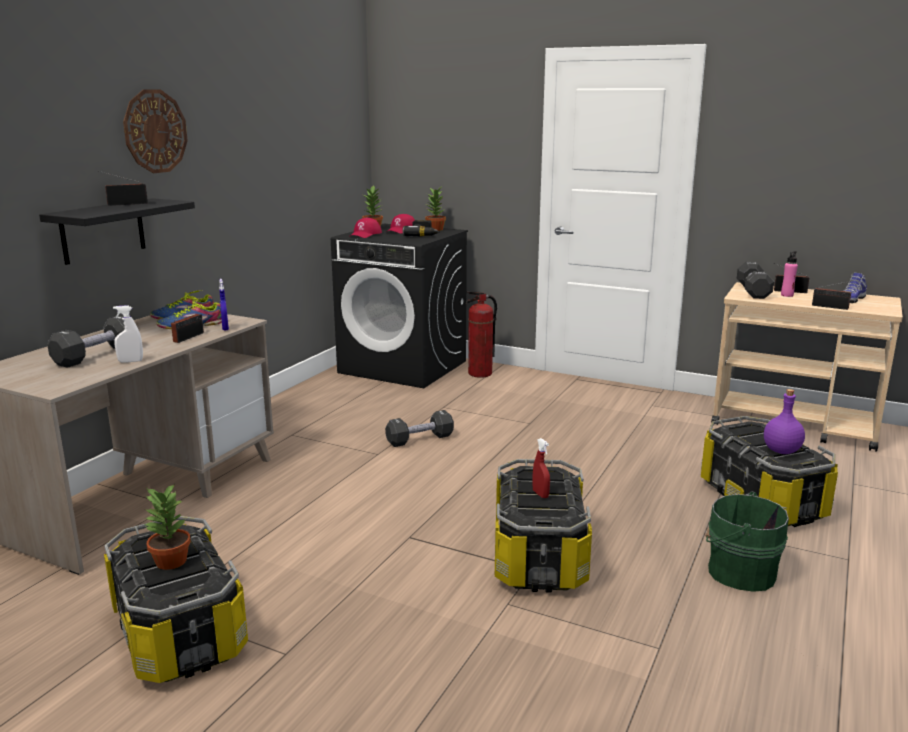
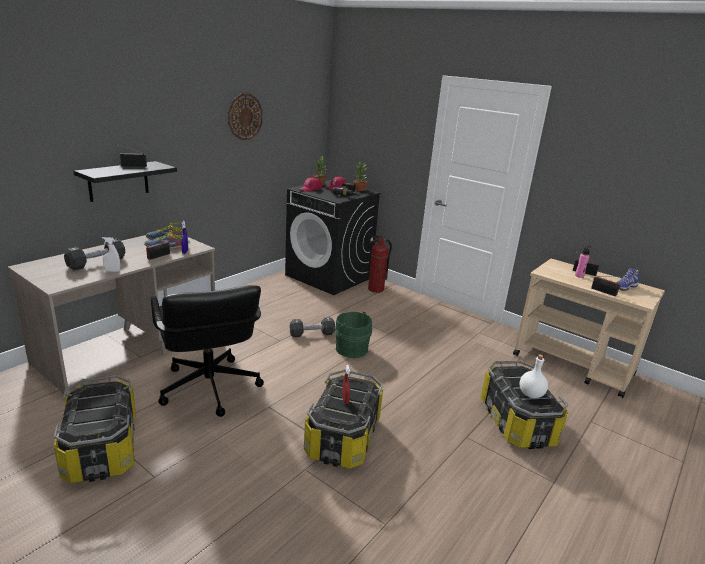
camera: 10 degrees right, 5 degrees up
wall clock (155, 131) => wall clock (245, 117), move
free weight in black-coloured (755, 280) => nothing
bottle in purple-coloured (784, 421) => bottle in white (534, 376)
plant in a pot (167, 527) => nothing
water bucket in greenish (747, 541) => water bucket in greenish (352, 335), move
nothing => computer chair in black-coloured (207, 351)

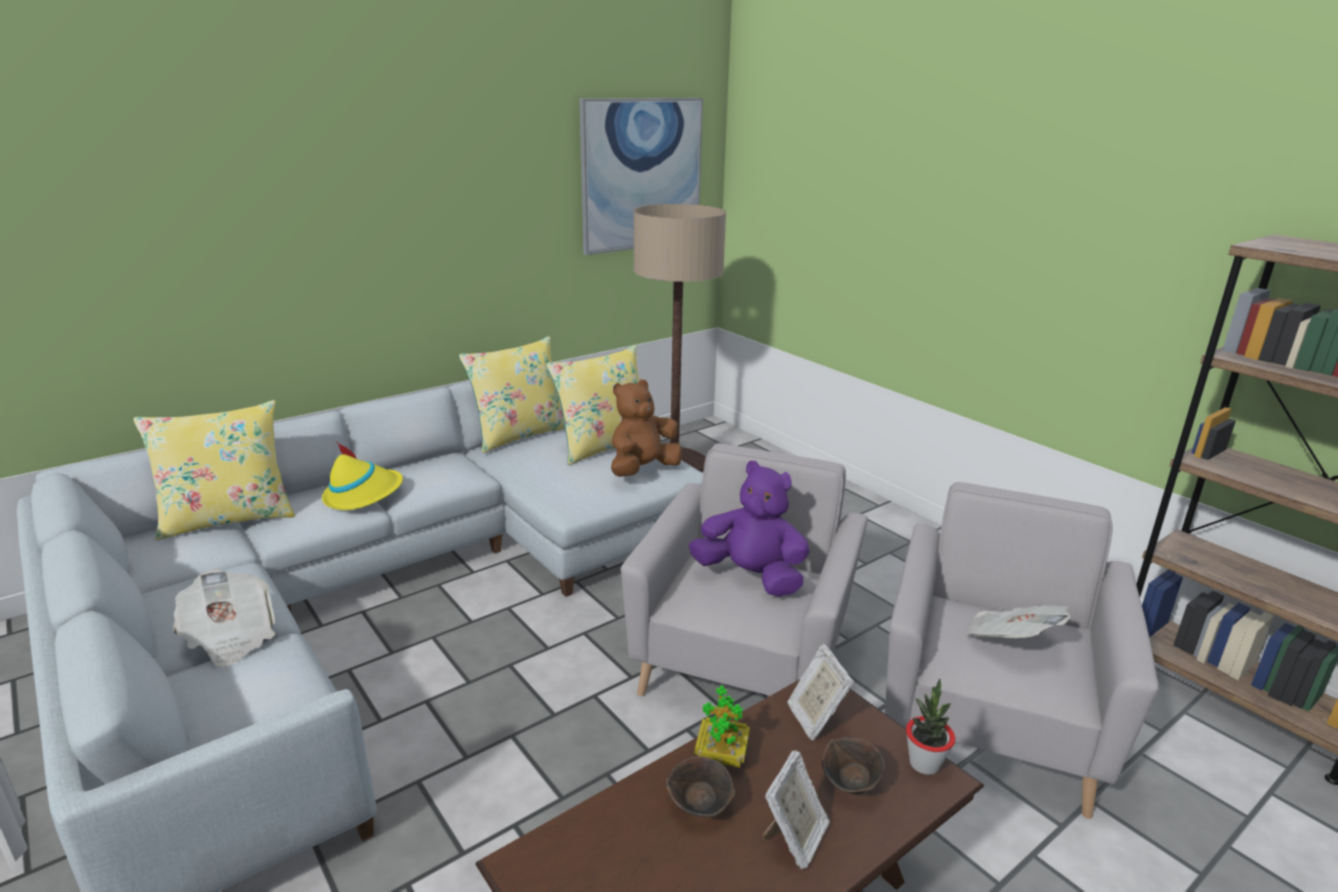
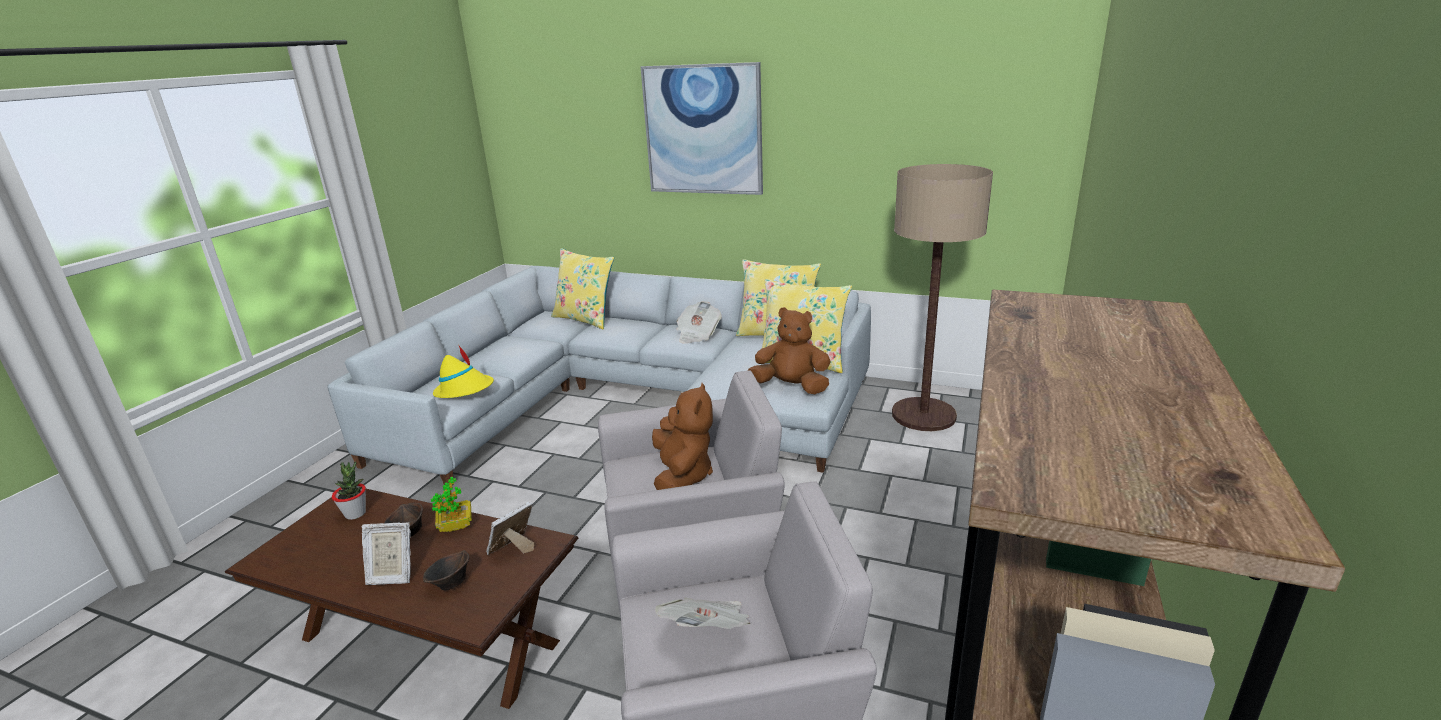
camera: 60 degrees right, 0 degrees up
picture (641, 176) => picture (702, 128), move
hat in yellow-coloured (362, 476) => hat in yellow-coloured (463, 372), move
plush toy in purple-coloured (749, 529) => plush toy in brown-coloured (682, 436)
newspaper (224, 618) => newspaper (698, 322), move
plant in a pot (930, 727) => plant in a pot (349, 491), move

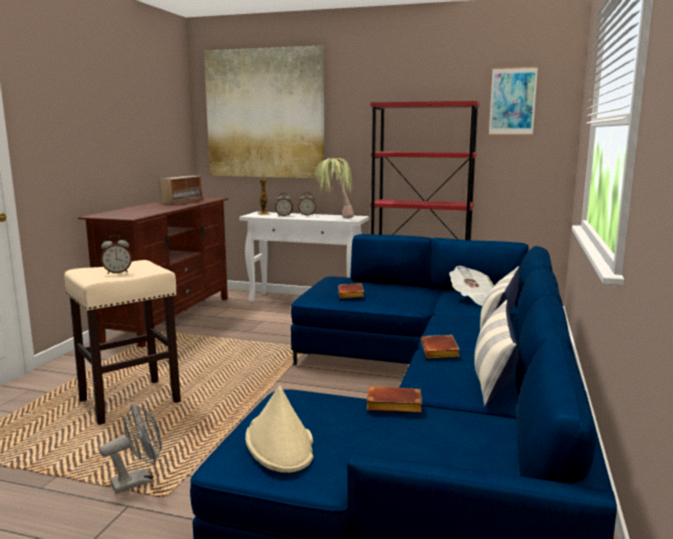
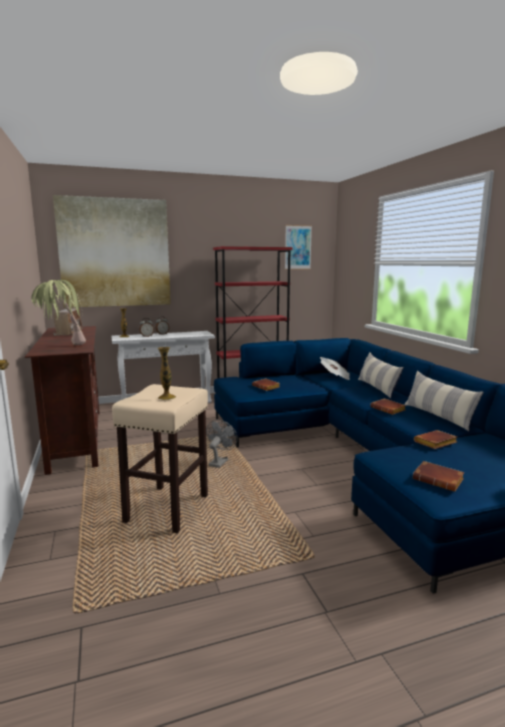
camera: 35 degrees left, 0 degrees up
plant in a pot (334, 188) => plant in a pot (58, 312), move
bedside clock (116, 254) => flower vase (167, 373)
hat in beige (279, 429) => bound book in brown-coloured (438, 476)
cooling fan in greyish (130, 449) => cooling fan in greyish (222, 444), move

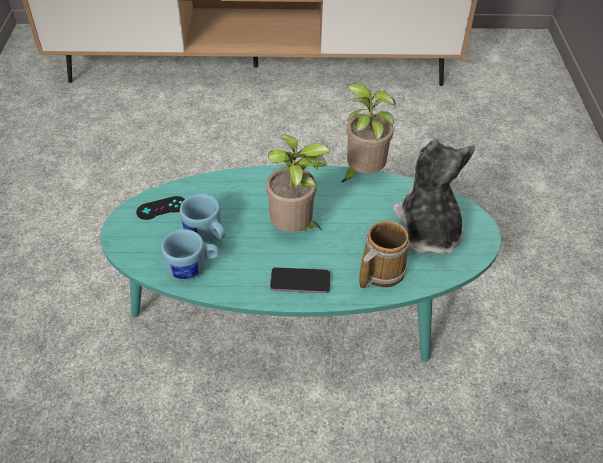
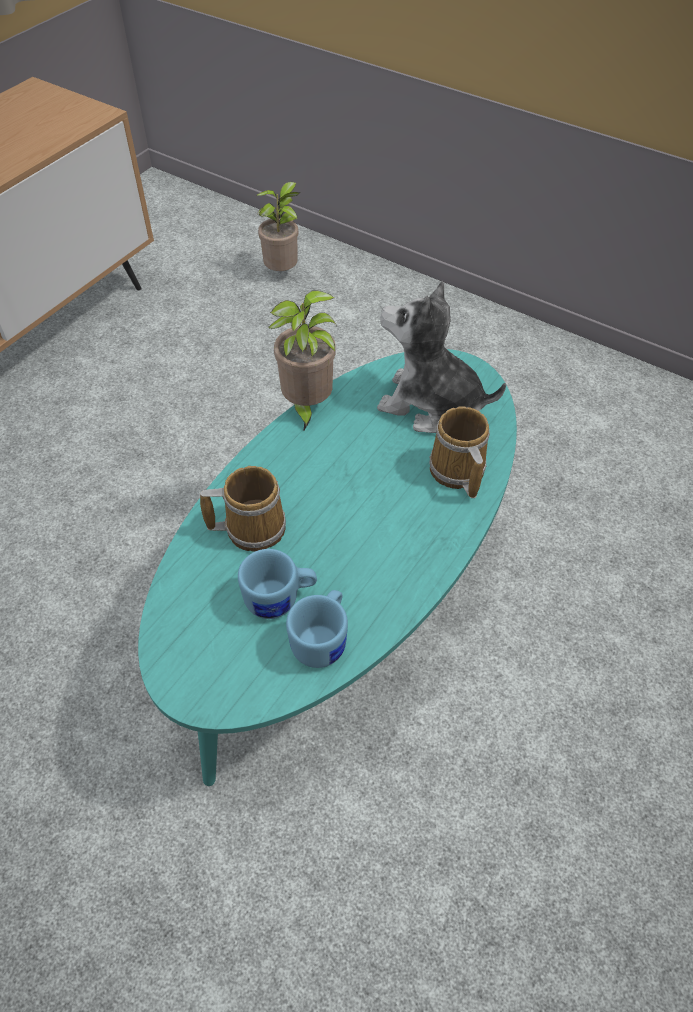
camera: 55 degrees left, 5 degrees up
plant in a pot (298, 183) => plant in a pot (278, 226), move
game controller in black-coloured (160, 208) => nothing
phone (300, 280) => nothing
nothing => coffee mug (243, 509)

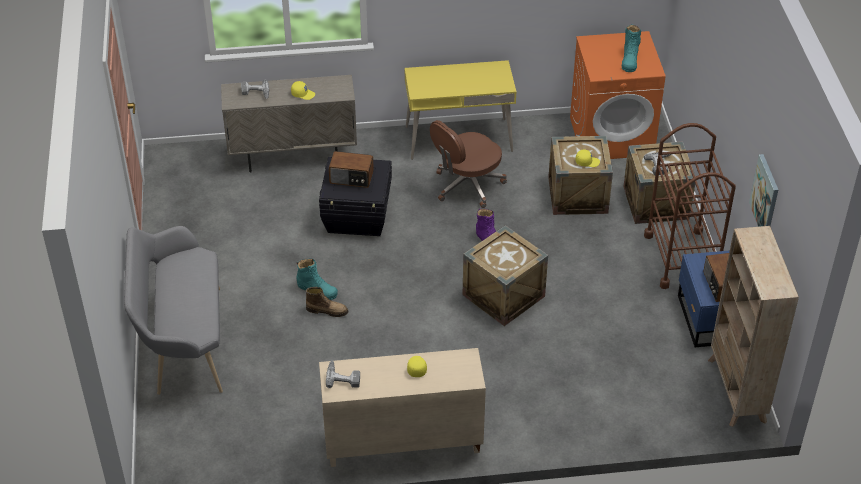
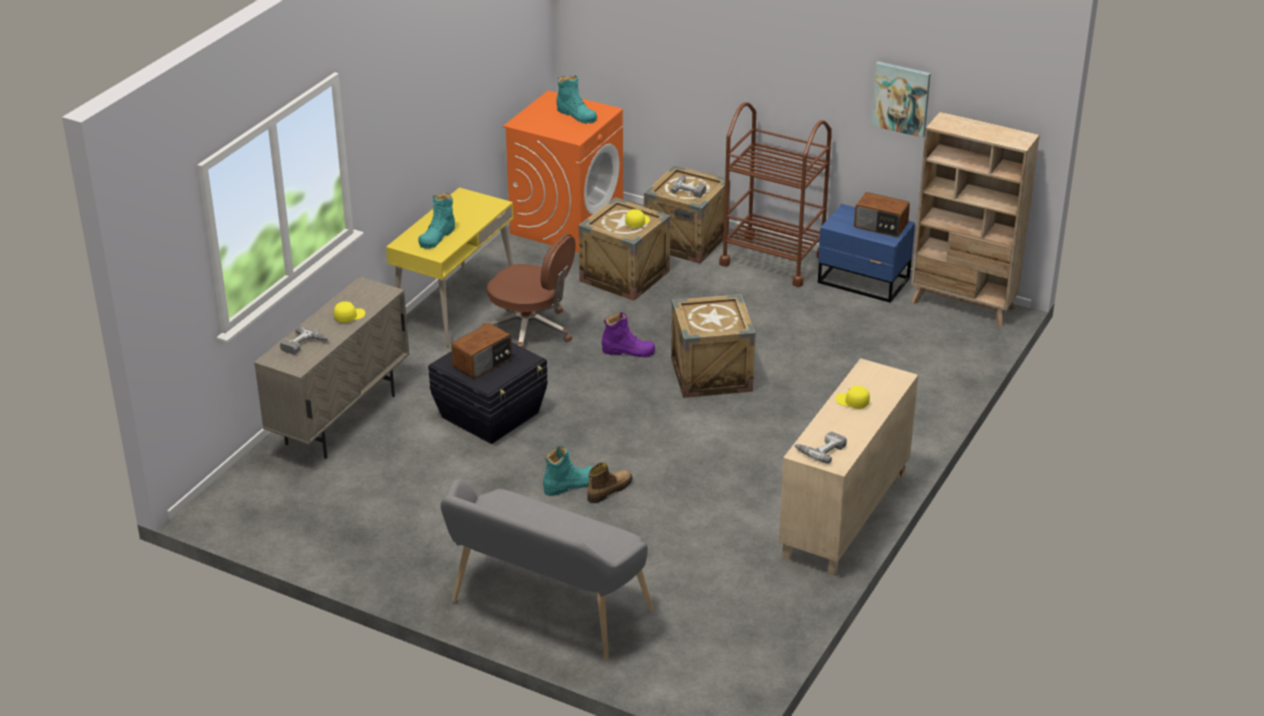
camera: 55 degrees left, 10 degrees down
computer chair in brown-coloured (468, 164) => computer chair in brown-coloured (528, 291), 60 degrees counterclockwise
nothing => high-top boot in turquoise (436, 220)

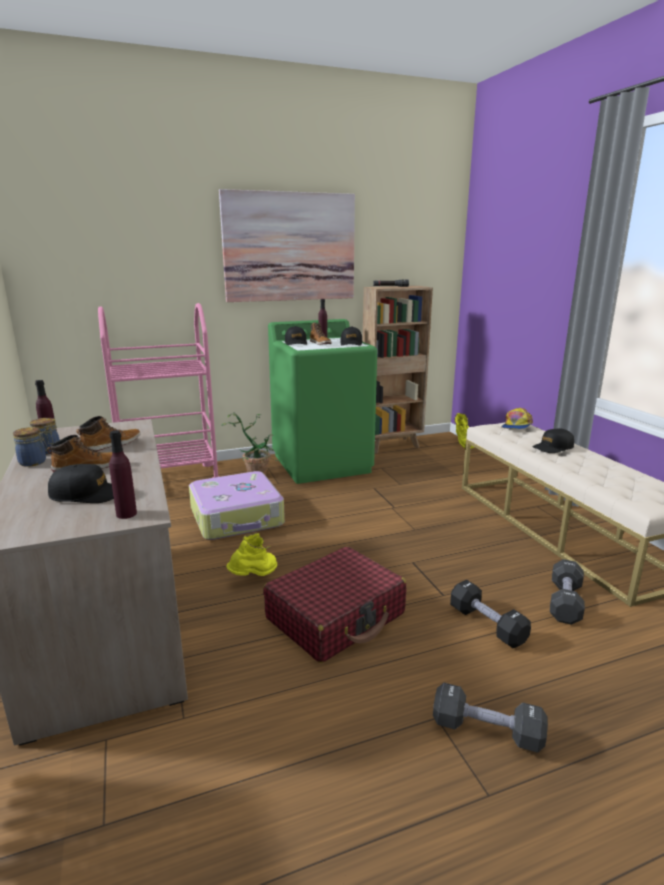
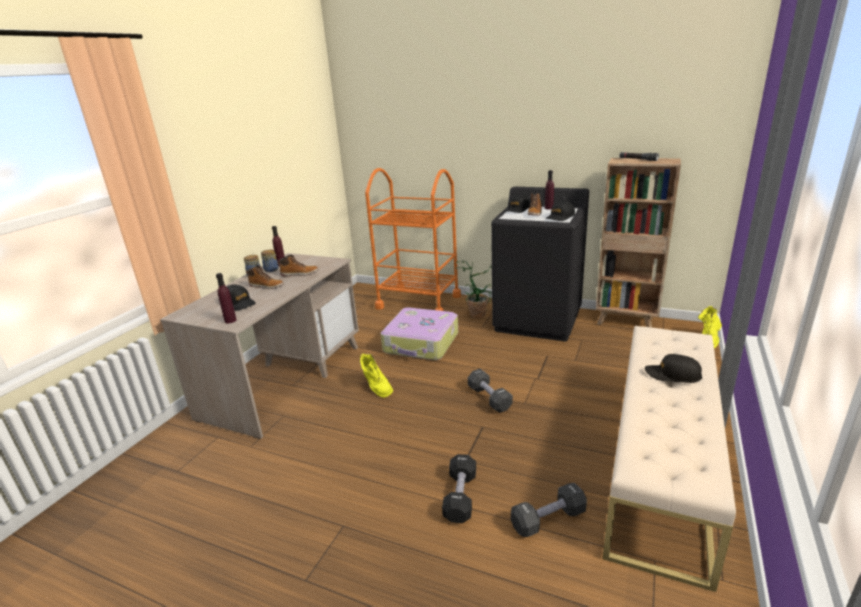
camera: 45 degrees right, 5 degrees up
picture (287, 245) => nothing
trolley in pink (158, 390) => trolley in orange (413, 239)
laundry machine in greenish (322, 401) => laundry machine in black-coloured (540, 264)
peaked cap (517, 418) => nothing
high-top boot in yellow-coloured (251, 554) => high-top boot in yellow-coloured (376, 375), 60 degrees clockwise
travel case in reddish (334, 604) => nothing
free weight in black-coloured (490, 718) => free weight in black-coloured (490, 391), move

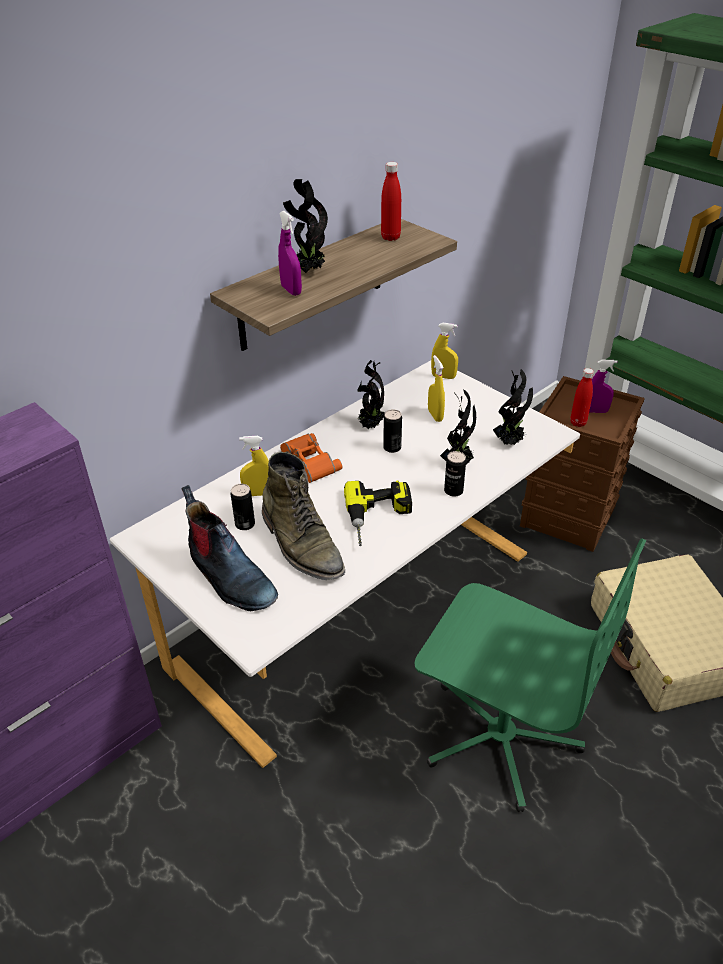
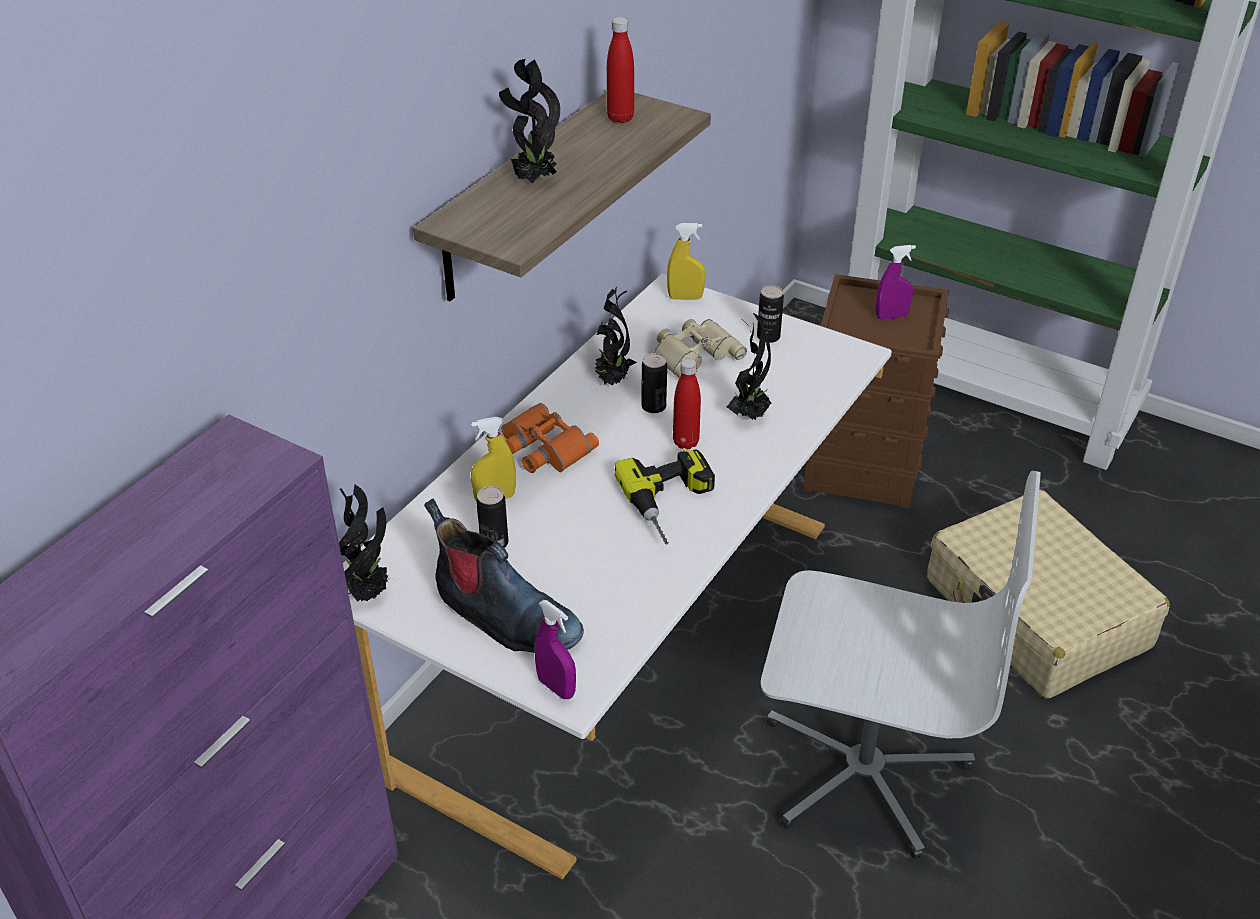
camera: 15 degrees left, 0 degrees up
hand sprayer in purple-coloured (290, 253) => hand sprayer in purple-coloured (555, 649), move
hand sprayer in yellow-coloured (436, 388) => field glasses in beige (700, 348)
bottle in reddish (582, 397) => bottle in reddish (687, 404), move
plant in a pot (513, 407) => plant in a pot (365, 543), move
can (455, 474) => can (770, 314), move
high-top boot in greenish (303, 516) => nothing
computer chair in greenish (530, 675) => computer chair in white (901, 665)

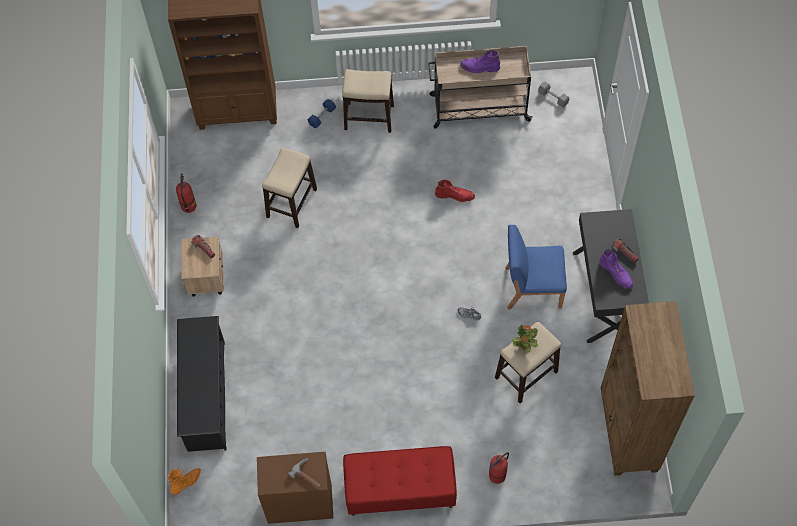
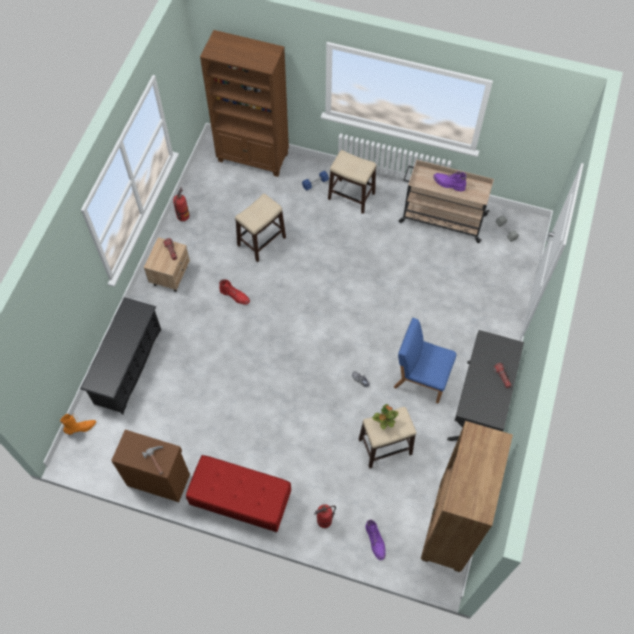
camera: 20 degrees right, 0 degrees up
high-top boot in reddish (455, 191) => high-top boot in reddish (234, 292), move
high-top boot in purple-coloured (616, 269) => high-top boot in purple-coloured (376, 540), move

